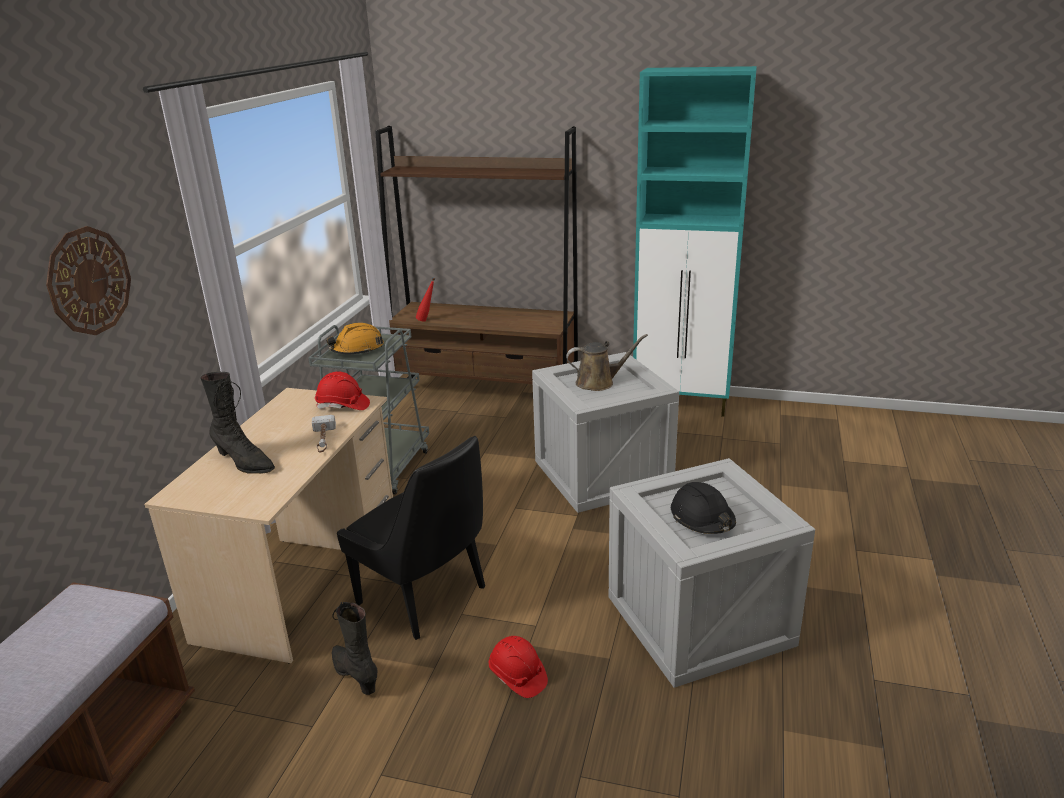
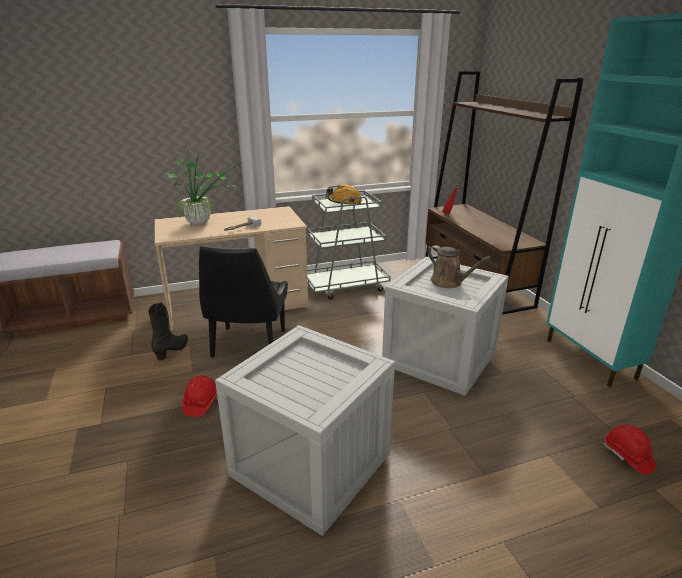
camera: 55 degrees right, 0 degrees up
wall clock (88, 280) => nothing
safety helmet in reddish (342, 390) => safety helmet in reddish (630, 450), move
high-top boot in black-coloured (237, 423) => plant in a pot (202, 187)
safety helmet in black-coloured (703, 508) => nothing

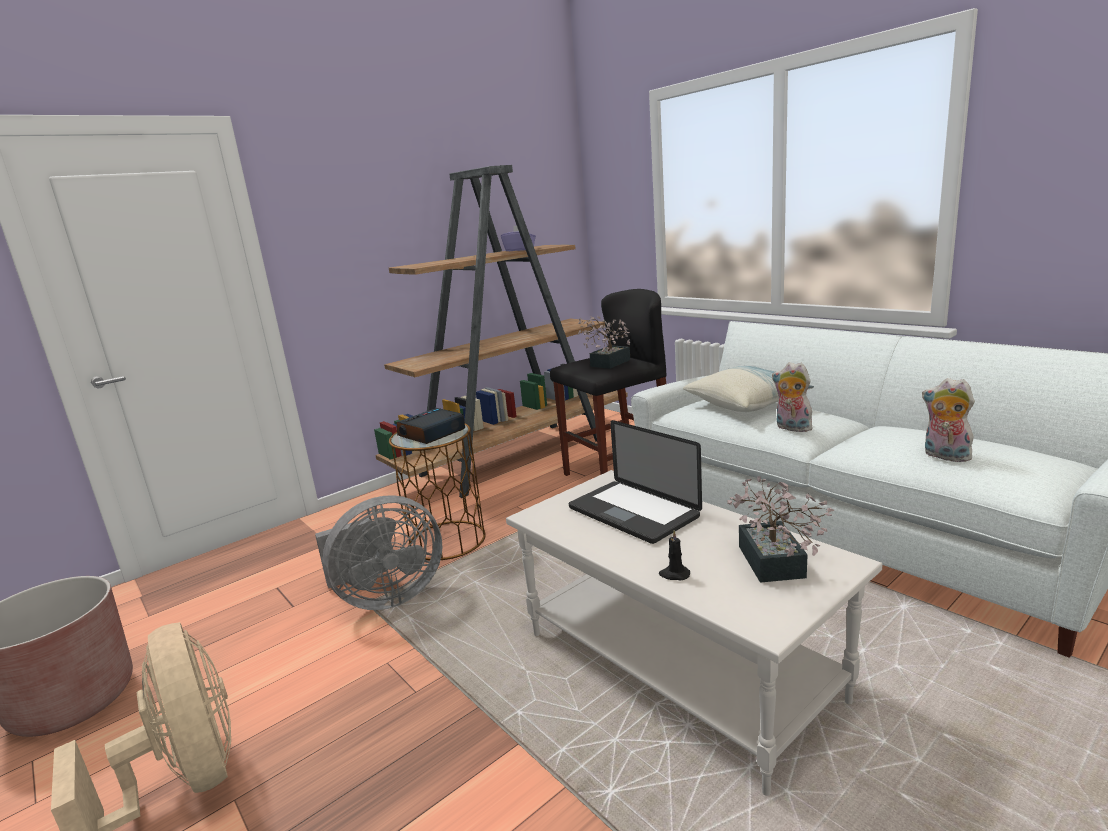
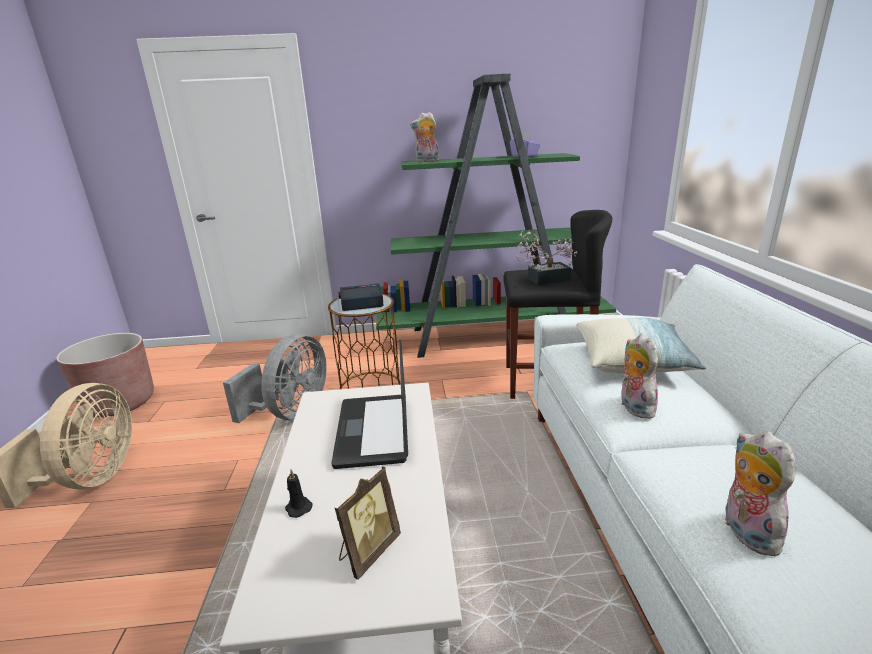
camera: 35 degrees right, 5 degrees up
bookshelf in brown-coloured (501, 331) => bookshelf in greenish (496, 216)
plant in a pot (781, 529) => picture frame (368, 523)
cooling fan in greyish (379, 552) => cooling fan in greyish (275, 378), 75 degrees counterclockwise
nothing => plush toy (424, 137)

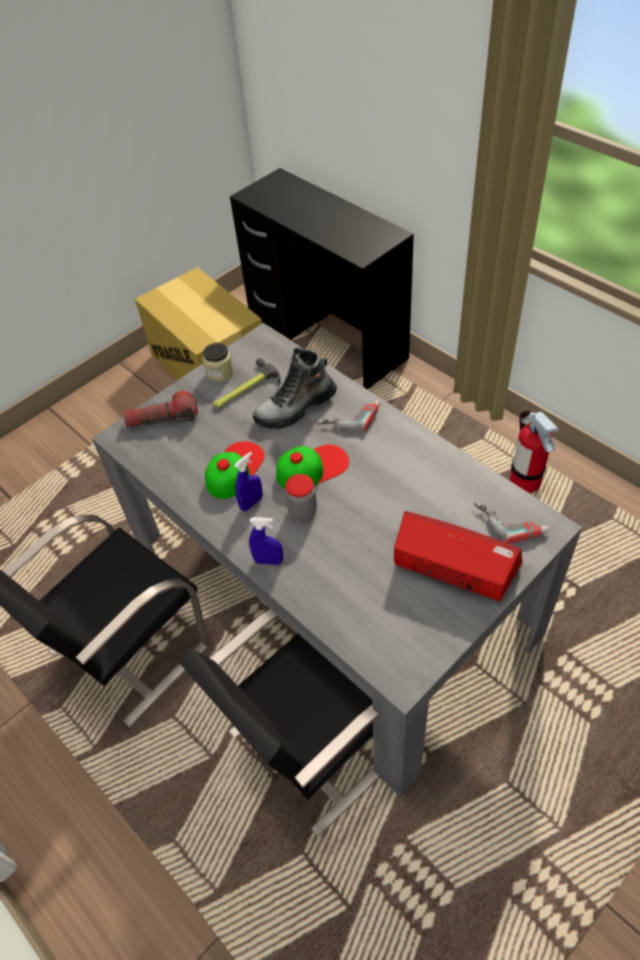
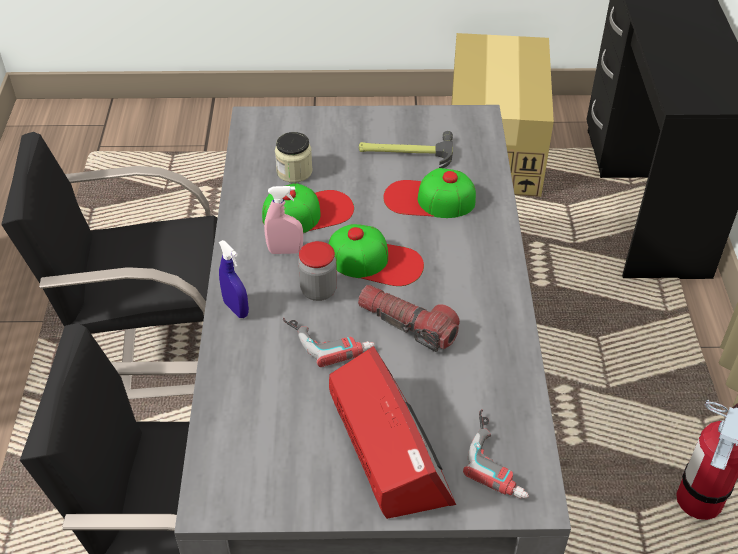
camera: 40 degrees right, 5 degrees down
jar (218, 362) => jar (294, 157), move
high-top boot (295, 388) => peaked cap (429, 193)
hand torch (160, 409) => hand torch (409, 318), move
drill (348, 416) => drill (329, 342), move
hand sprayer in blue-coloured (248, 481) => hand sprayer in pink (283, 220)

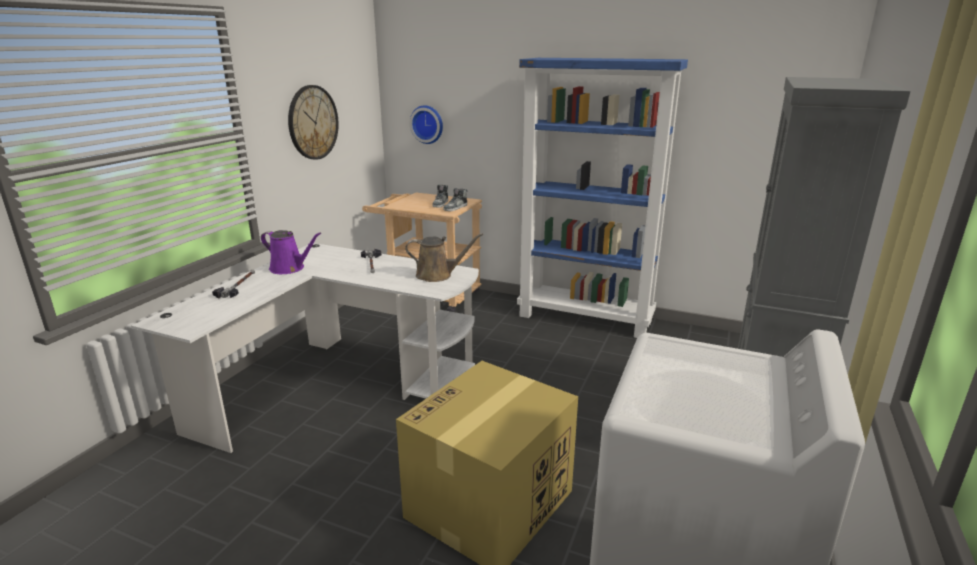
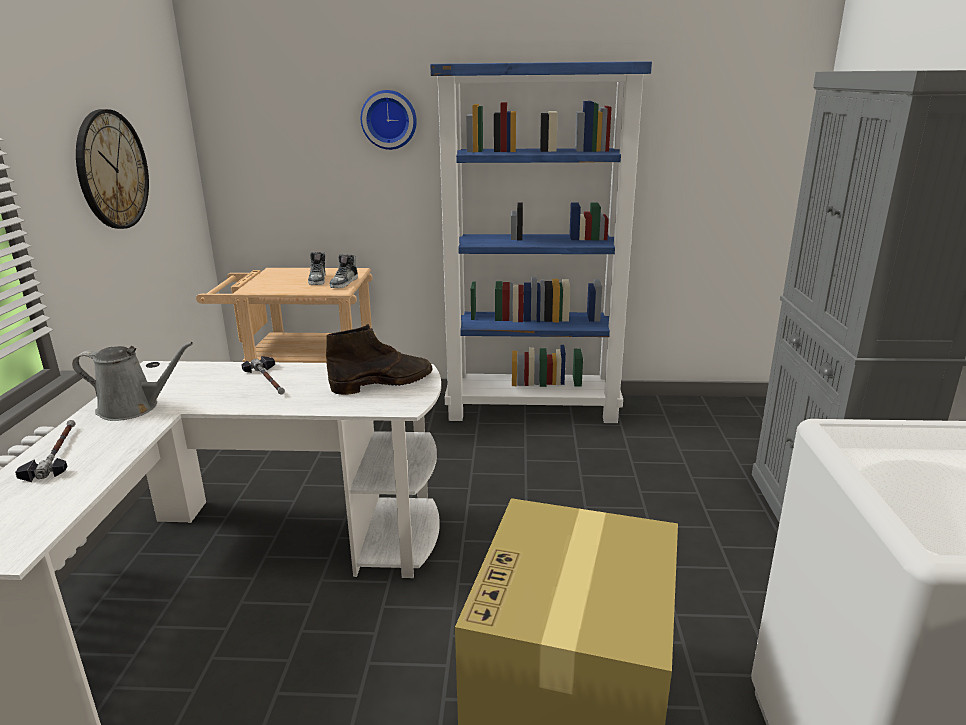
camera: 20 degrees left, 0 degrees up
wall clock (426, 124) => wall clock (389, 120), move
watering pot in purple-coloured (291, 252) => watering pot in greyish (132, 381)
watering pot in brown-coloured (444, 257) => high-top boot in brown-coloured (379, 359)

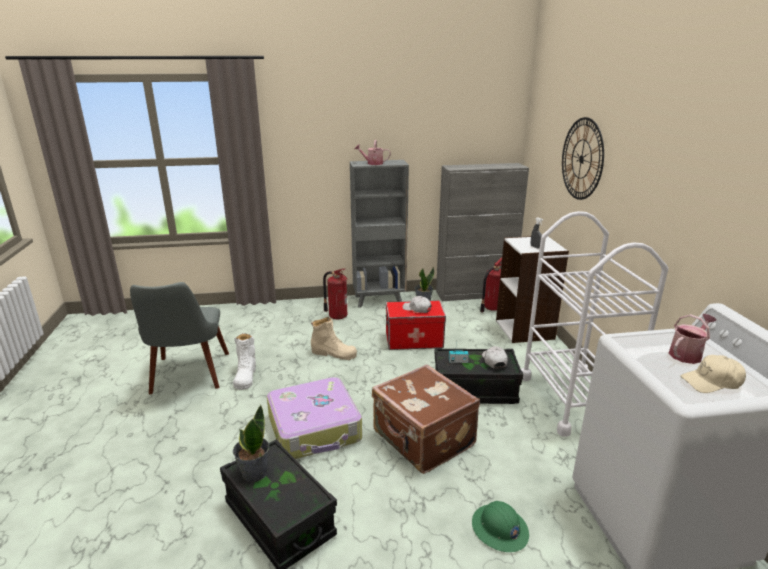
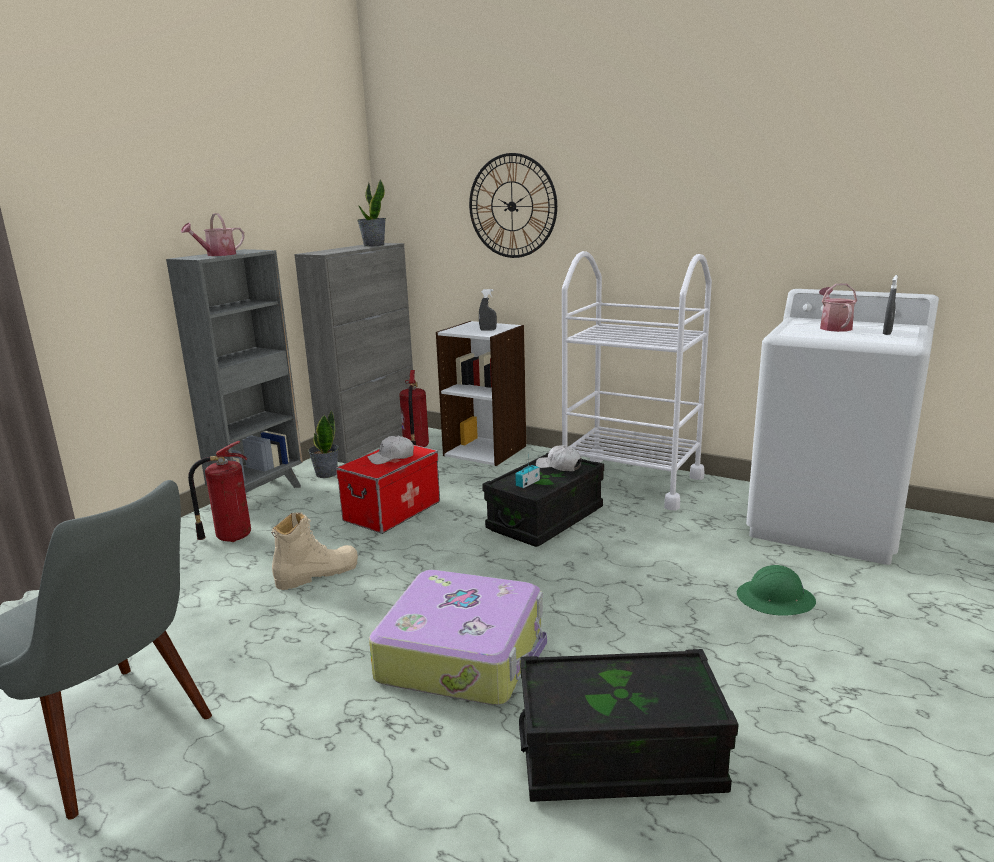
camera: 50 degrees left, 5 degrees down
high-top boot in white (244, 361) => nothing
peaked cap in beige (713, 374) => hand sprayer in greyish (890, 305)
travel case in brown-coloured (426, 419) => nothing
plant in a pot (251, 443) => plant in a pot (372, 213), move

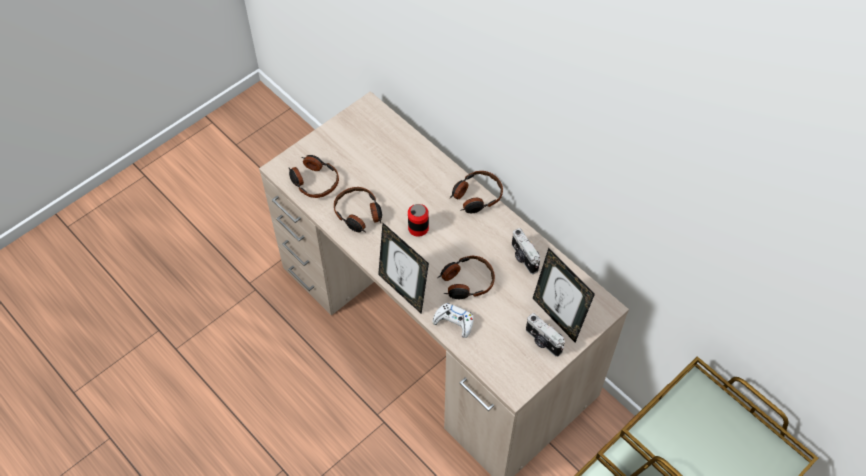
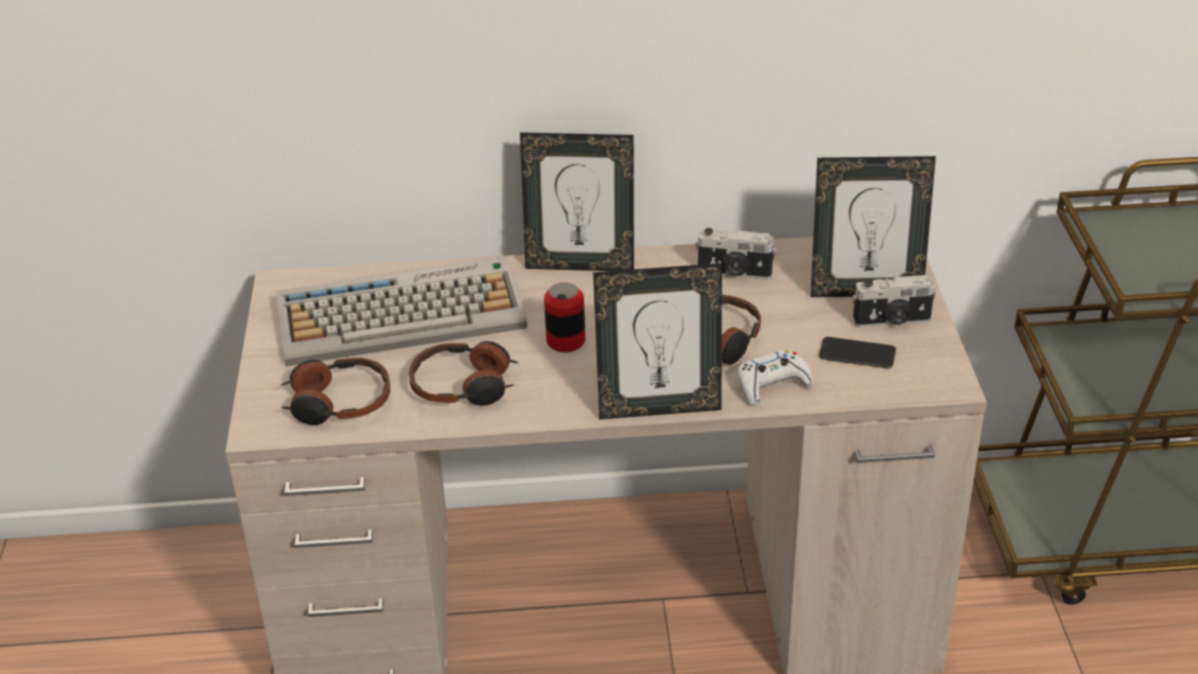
camera: 50 degrees left, 20 degrees down
pair of headphones (476, 192) => picture frame (577, 201)
nothing => PC keyboard (401, 311)
nothing => phone (857, 352)

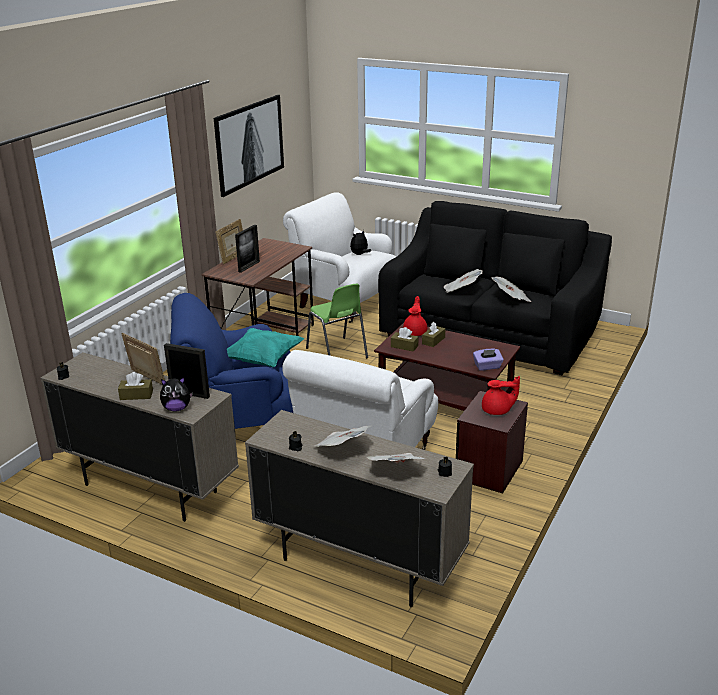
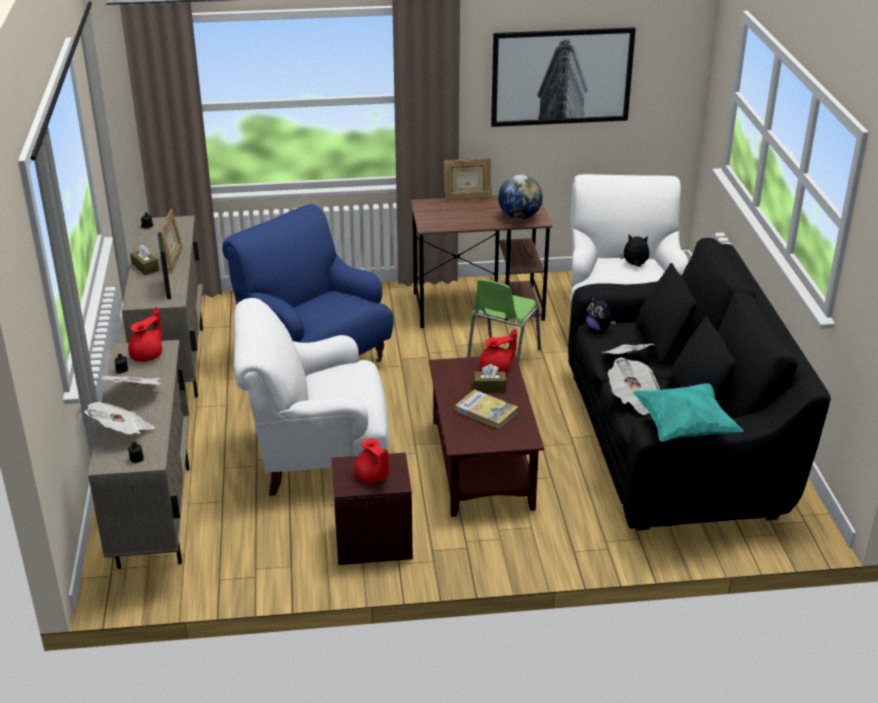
camera: 55 degrees right, 5 degrees up
picture frame (247, 249) => nothing
tissue holder in brown-coloured (404, 339) => nothing
throw pillow in turquoise (266, 348) => throw pillow in turquoise (688, 412), move
tissue holder in purple-coloured (488, 360) => nothing
plush toy (176, 394) => plush toy (600, 313), move
nothing => desk globe (520, 197)
nothing => pot for tea in reddish (145, 334)
nothing => bound book (486, 409)

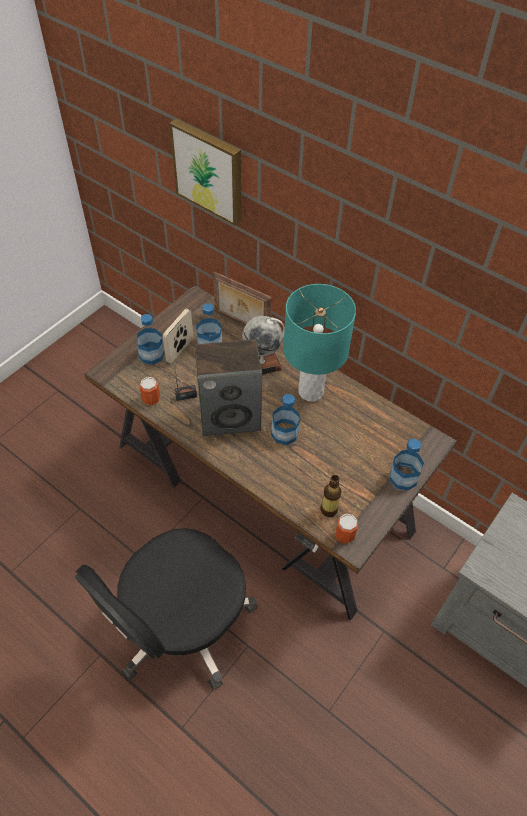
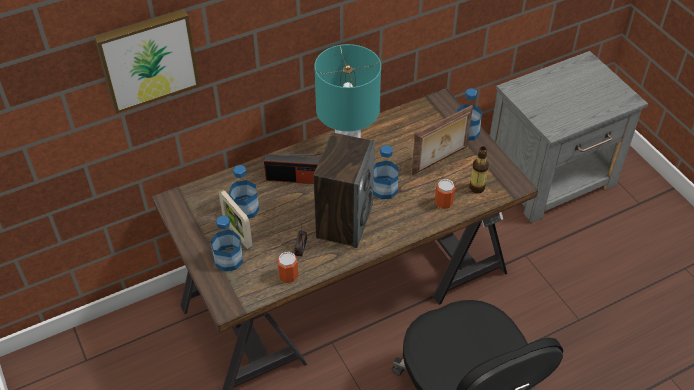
camera: 65 degrees left, 5 degrees down
picture frame (242, 298) => picture frame (442, 140), move
desk globe (263, 345) => radio (293, 169)
can (346, 529) => can (445, 194), move

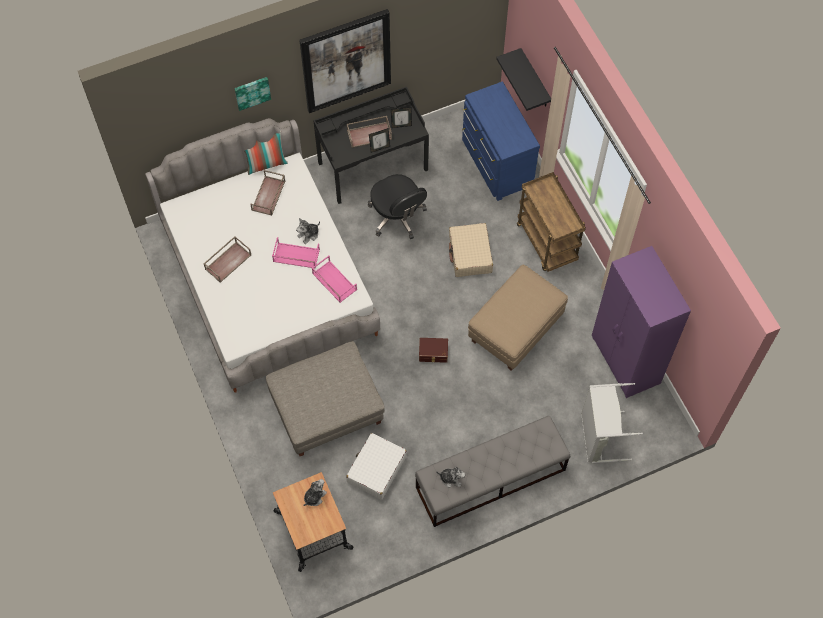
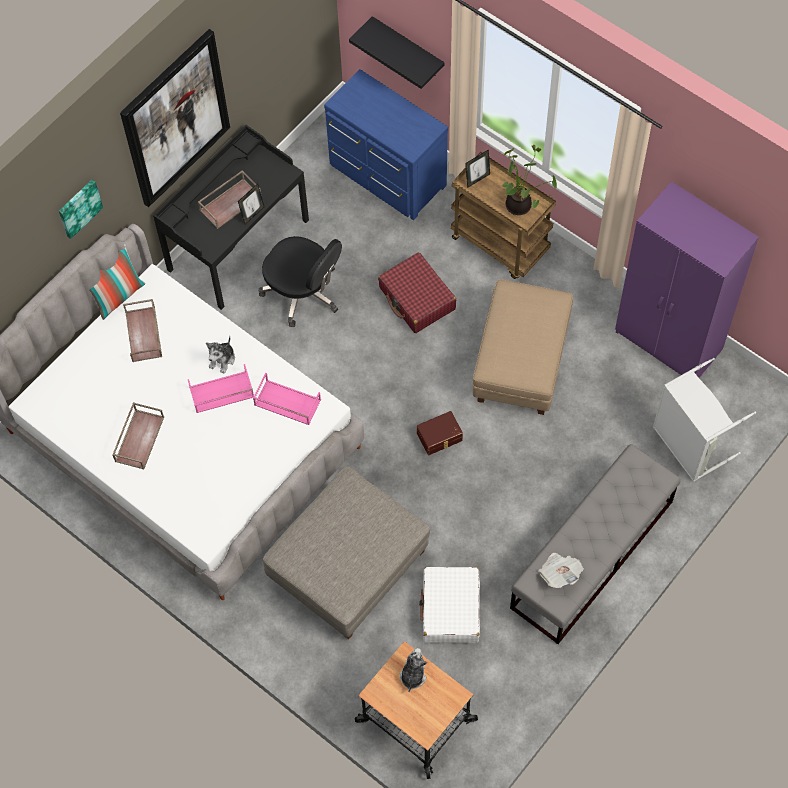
camera: 25 degrees left, 0 degrees up
picture frame (401, 117) => picture frame (477, 168), move
travel case in beige (471, 250) => travel case in reddish (417, 292)
plush toy (450, 477) => newspaper (561, 570)
nothing => plant in a pot (529, 180)

